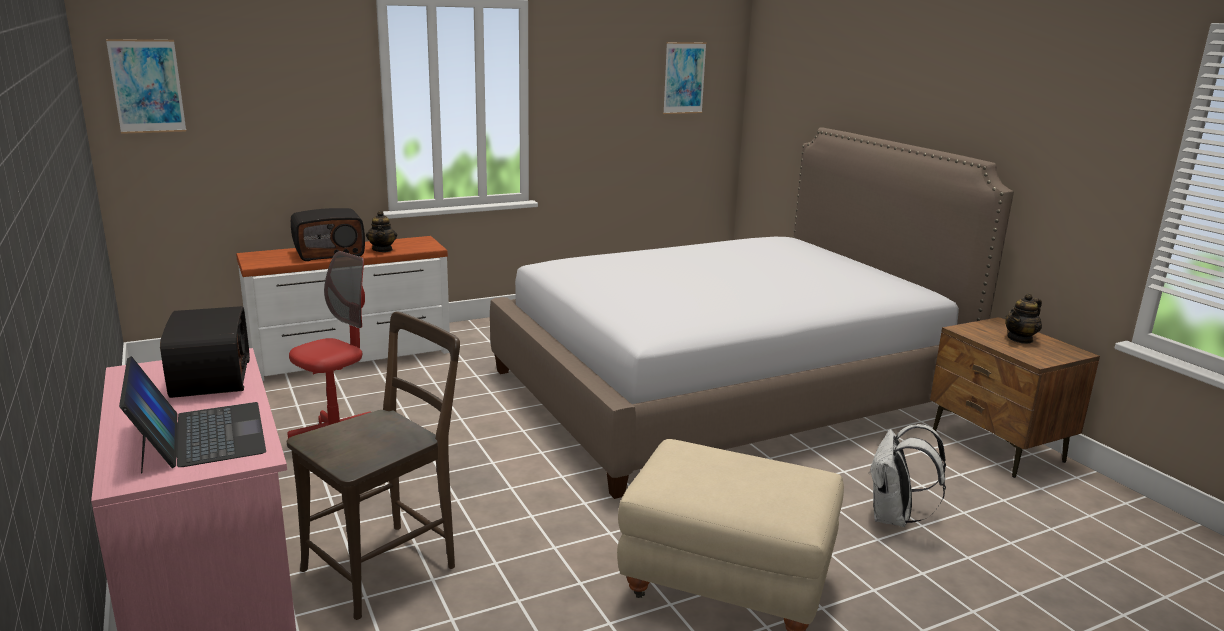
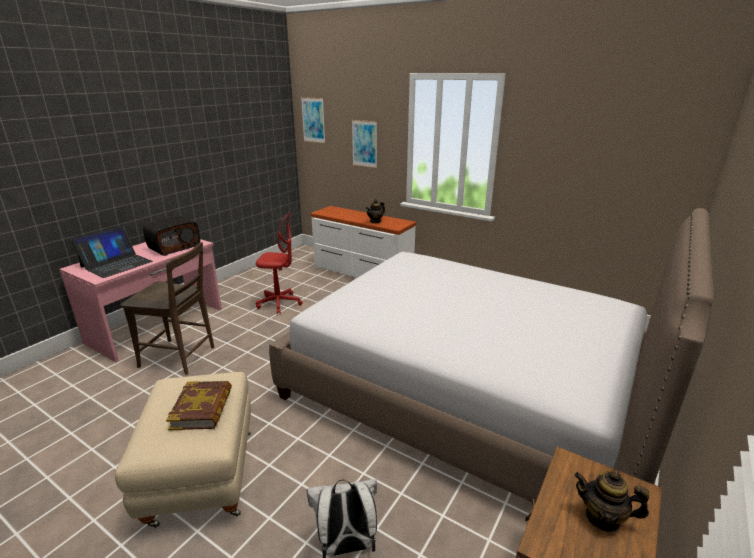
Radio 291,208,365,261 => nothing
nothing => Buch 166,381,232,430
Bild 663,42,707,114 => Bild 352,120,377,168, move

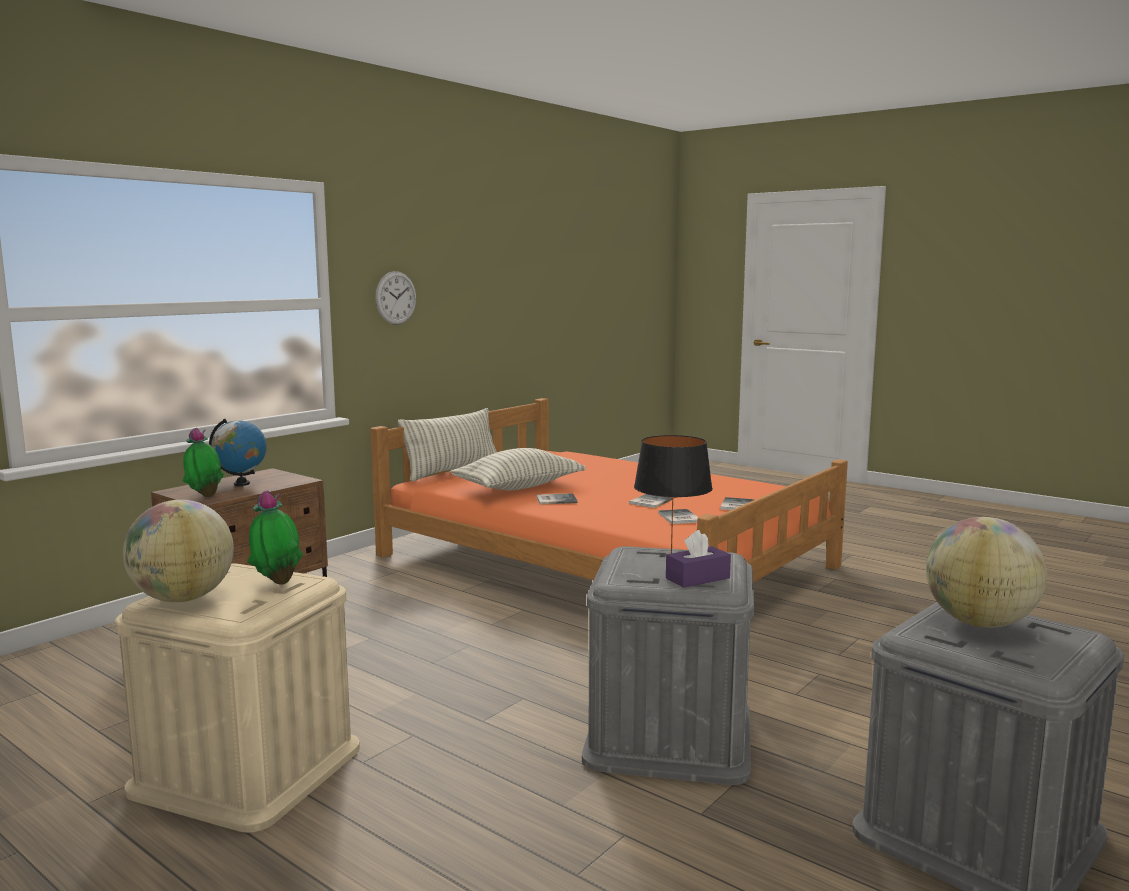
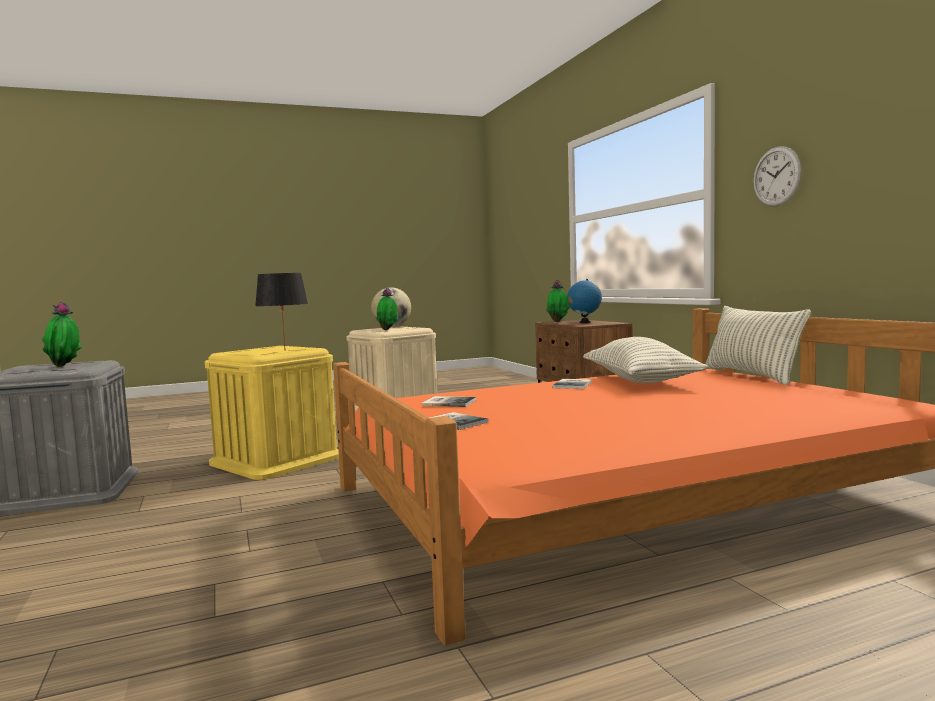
Buch 629,494,672,508 => nothing
Taschentuchbox (lila) 666,530,731,588 => nothing
Globus 926,517,1047,628 => Topfpflanze 42,302,82,367
Aufbewahrungsbox (grau) 582,546,754,785 => Aufbewahrungsbox (gelb) 205,346,339,480

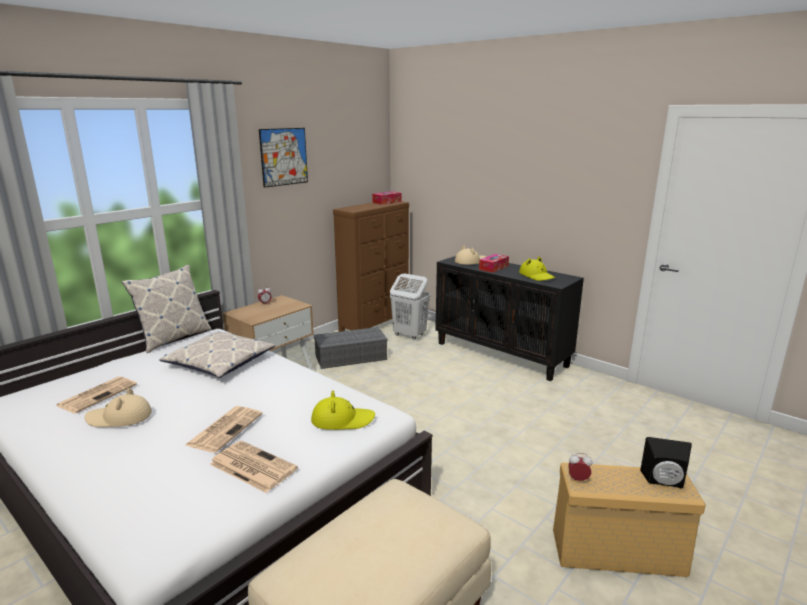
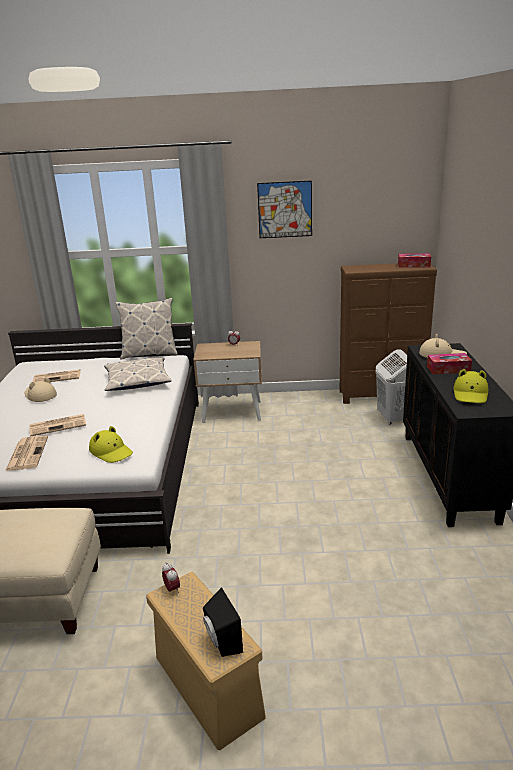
Aufbewahrungsbox (grau) 314,327,388,369 => nothing

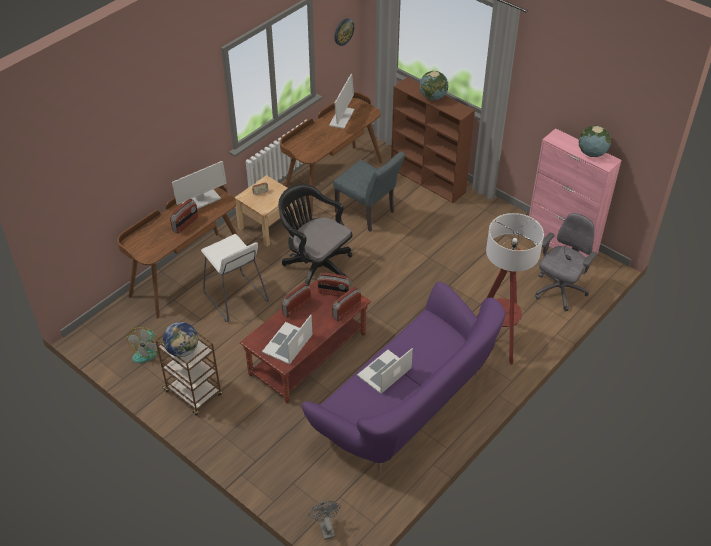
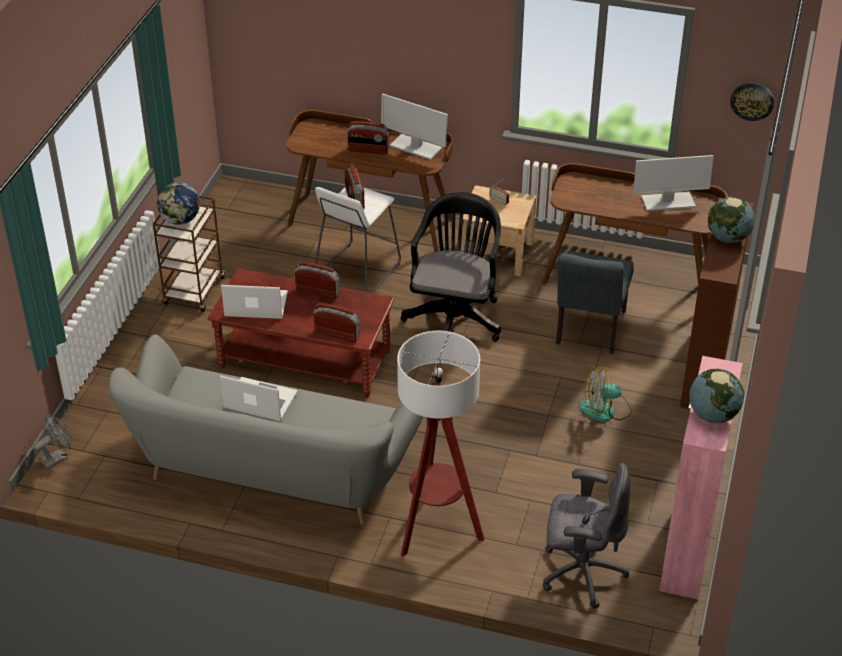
Ventilator 127,327,162,363 => Ventilator 580,366,632,422, move
Radio 317,273,351,297 => Radio 345,163,365,210, move
Sofa (lila) 302,281,505,474 => Sofa (grau) 108,334,423,525

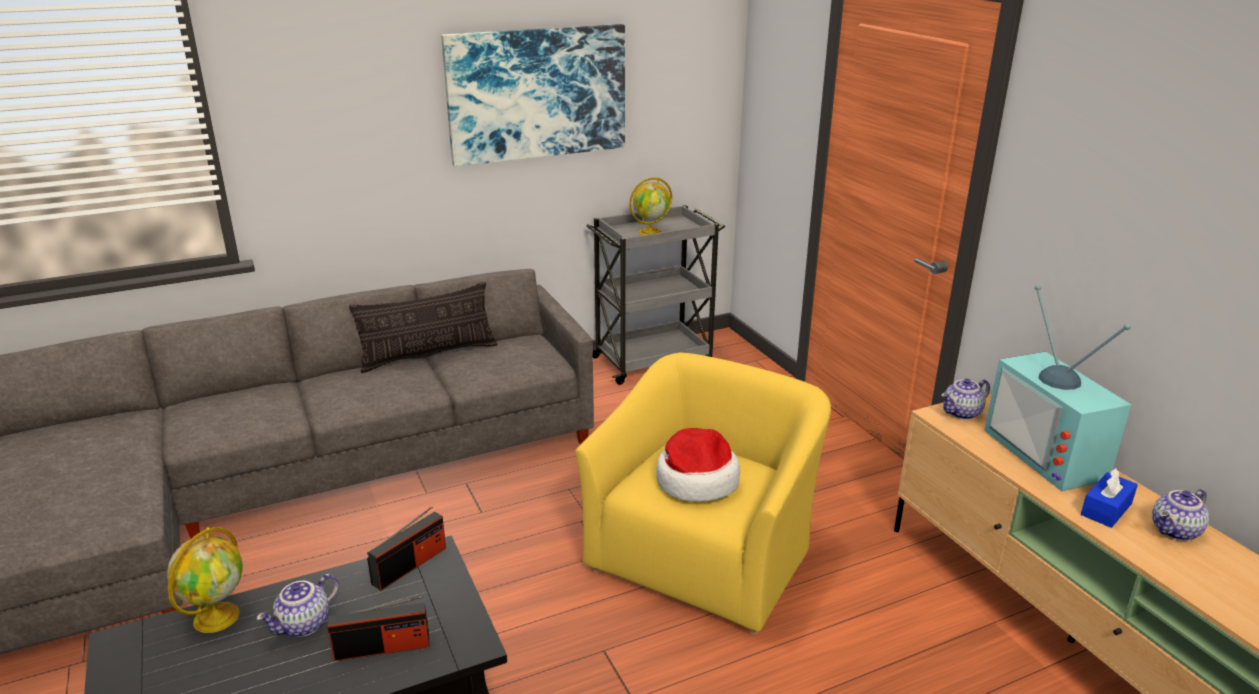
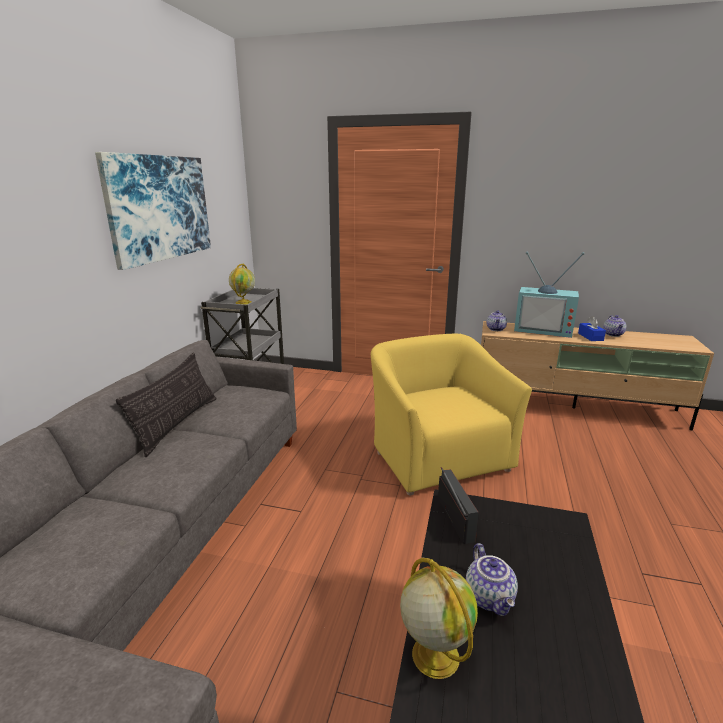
Radio 327,596,429,661 => nothing
Hut 656,428,740,502 => nothing

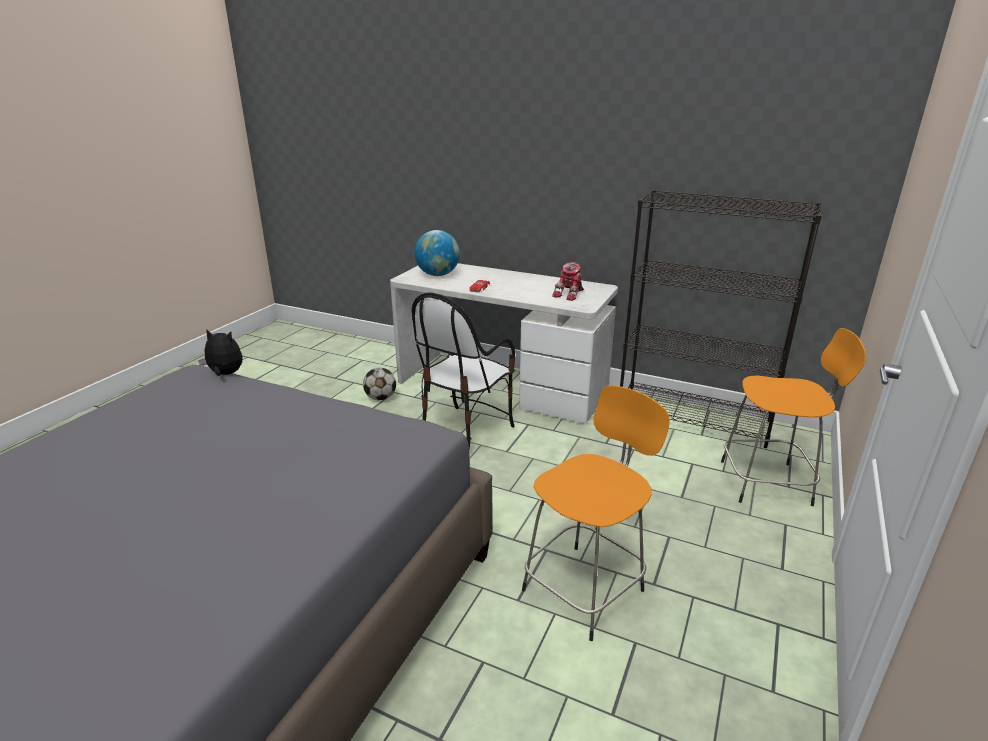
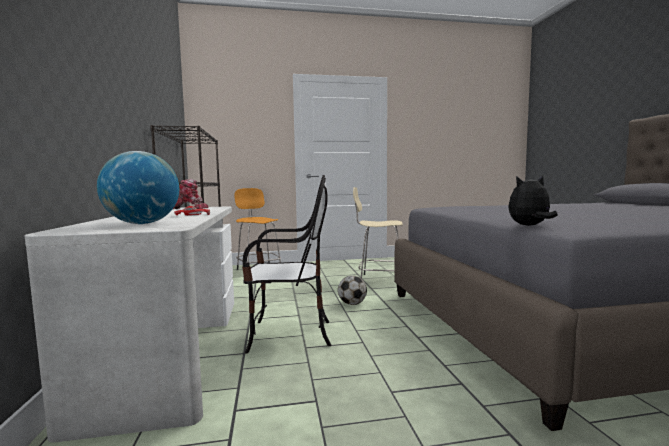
Fußball 363,368,396,400 => Fußball 338,276,367,305, move
Hocker (orange) 522,386,670,641 => Hocker (beige) 353,187,403,279
Plüschtier 198,329,242,376 => Plüschtier 508,176,558,226, 105 degrees clockwise

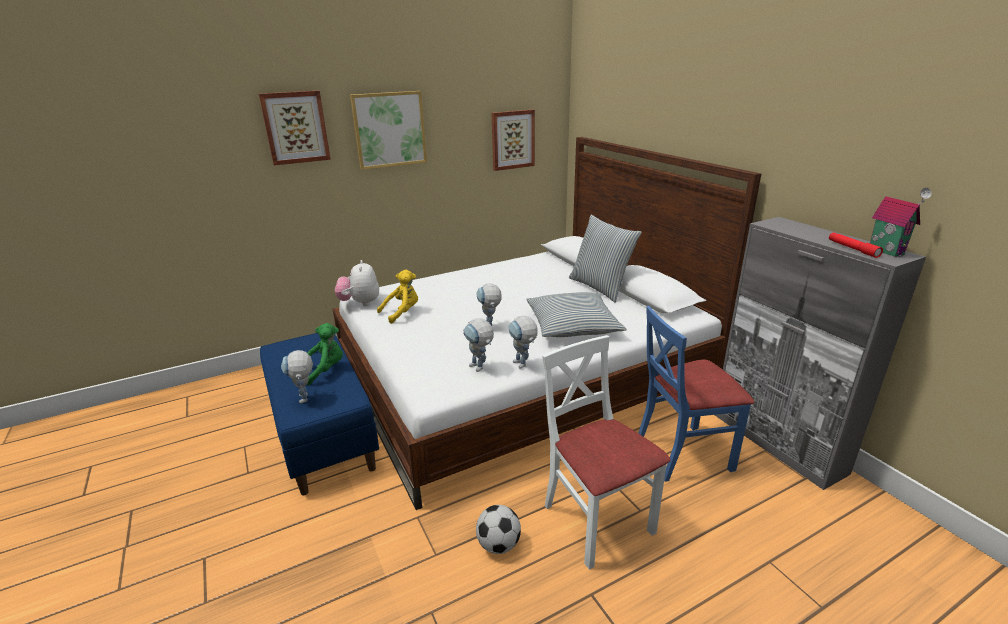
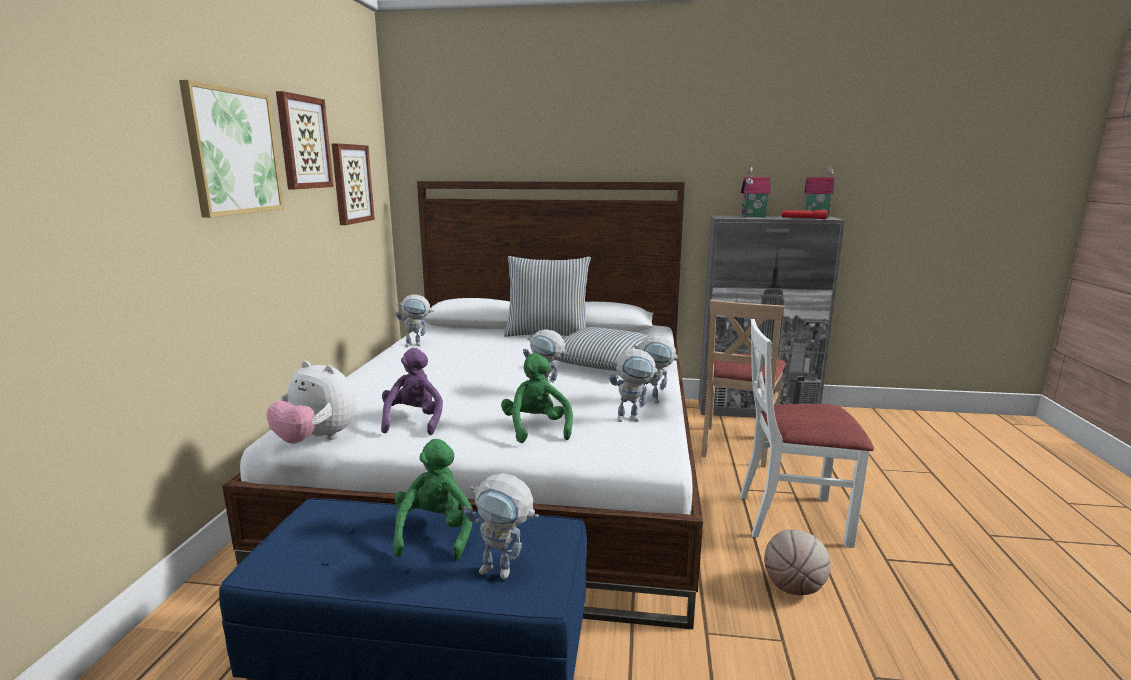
nothing => Spielzeugroboter 396,294,434,347
nothing => Plüschtier (grün) 501,353,573,443
nothing => Spielzeughaus 741,167,771,217
Bild 259,91,331,165 => Bild 276,91,334,190, move
Fußball 476,505,521,554 => Basketball 764,529,831,595
Plüschtier (gelb) 377,270,418,324 => Plüschtier (lila) 381,348,443,435
Stuhl (blau) 639,306,754,482 => Stuhl (beige) 701,300,786,468

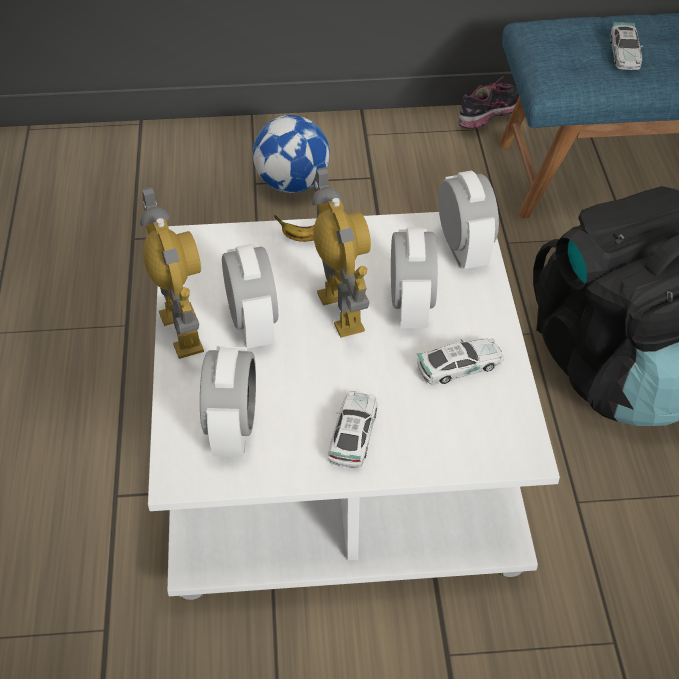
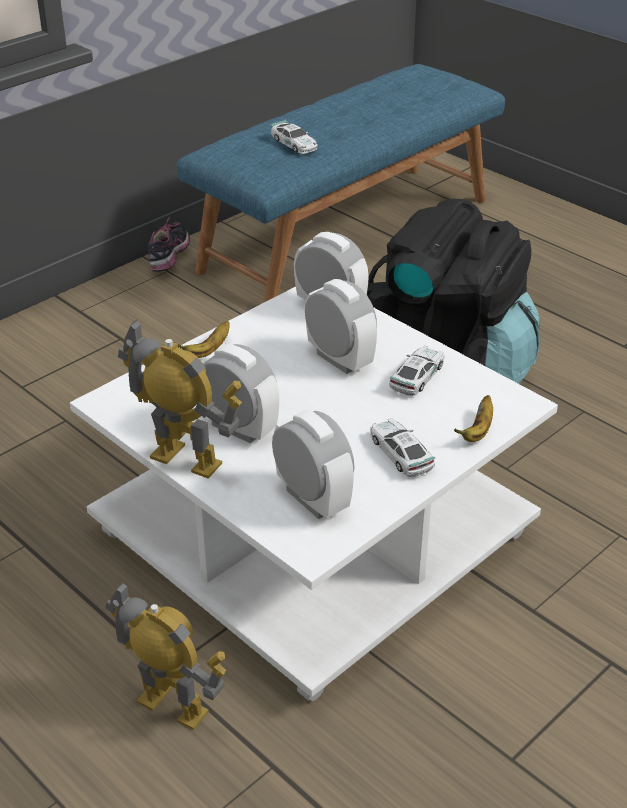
Fußball 253,115,330,193 => nothing
nothing => Banane 454,395,493,442
Spielzeugroboter 312,167,371,338 => Spielzeugroboter 106,581,226,730, move

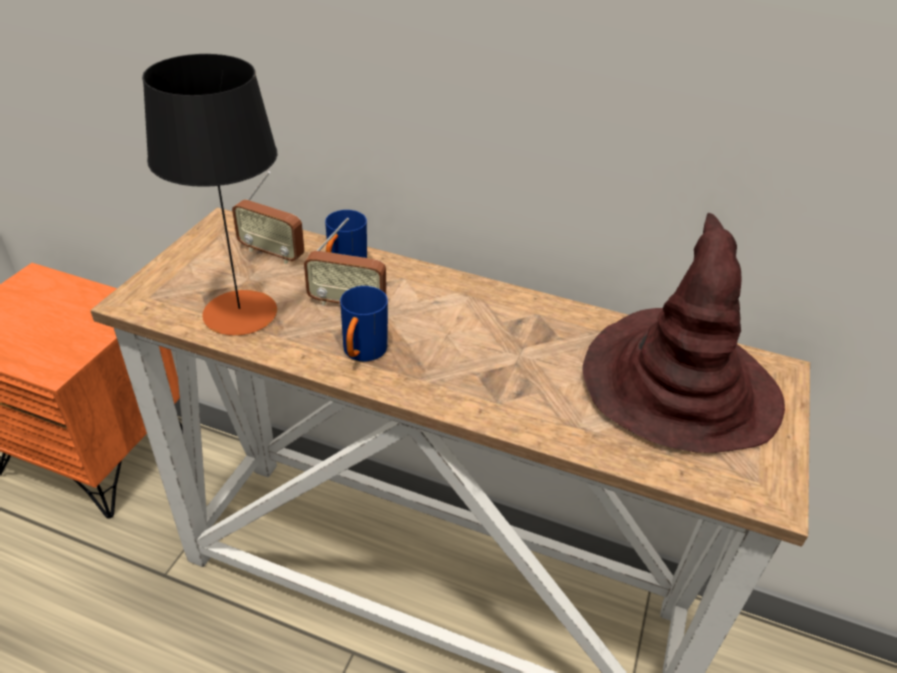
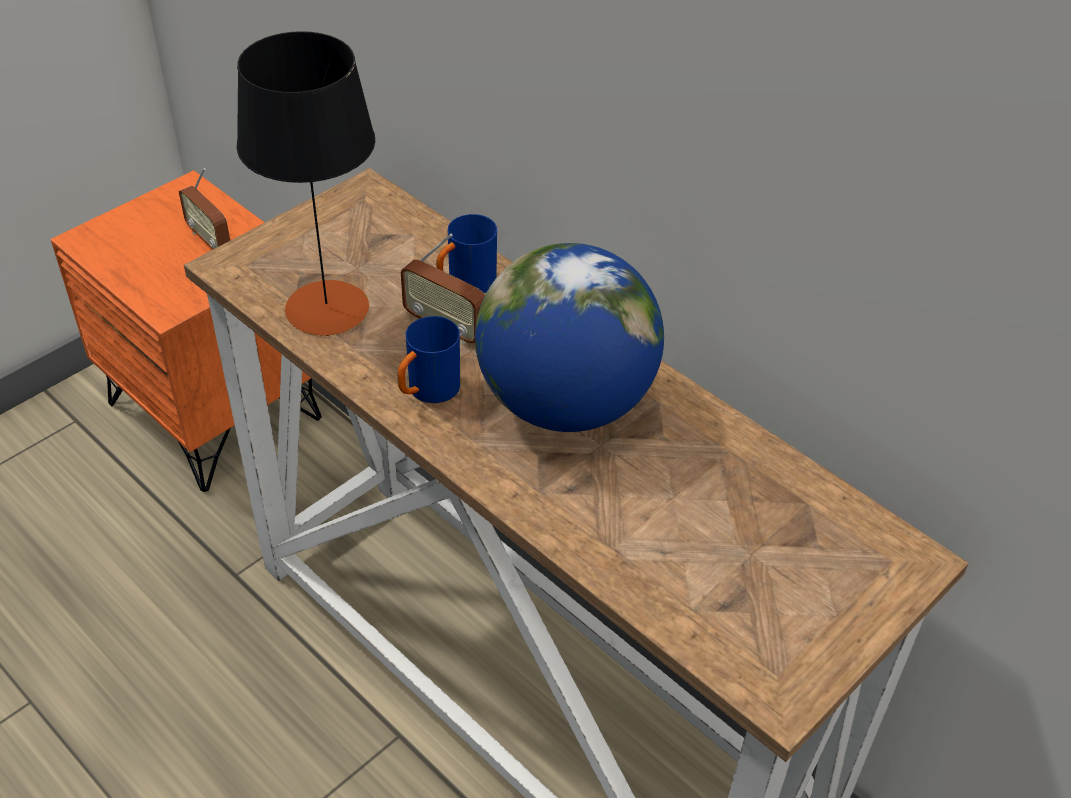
Hut (braun) 583,213,785,453 => nothing
nothing => Globus 475,243,664,432
Radio 232,171,304,264 => Radio 179,168,230,249, move

